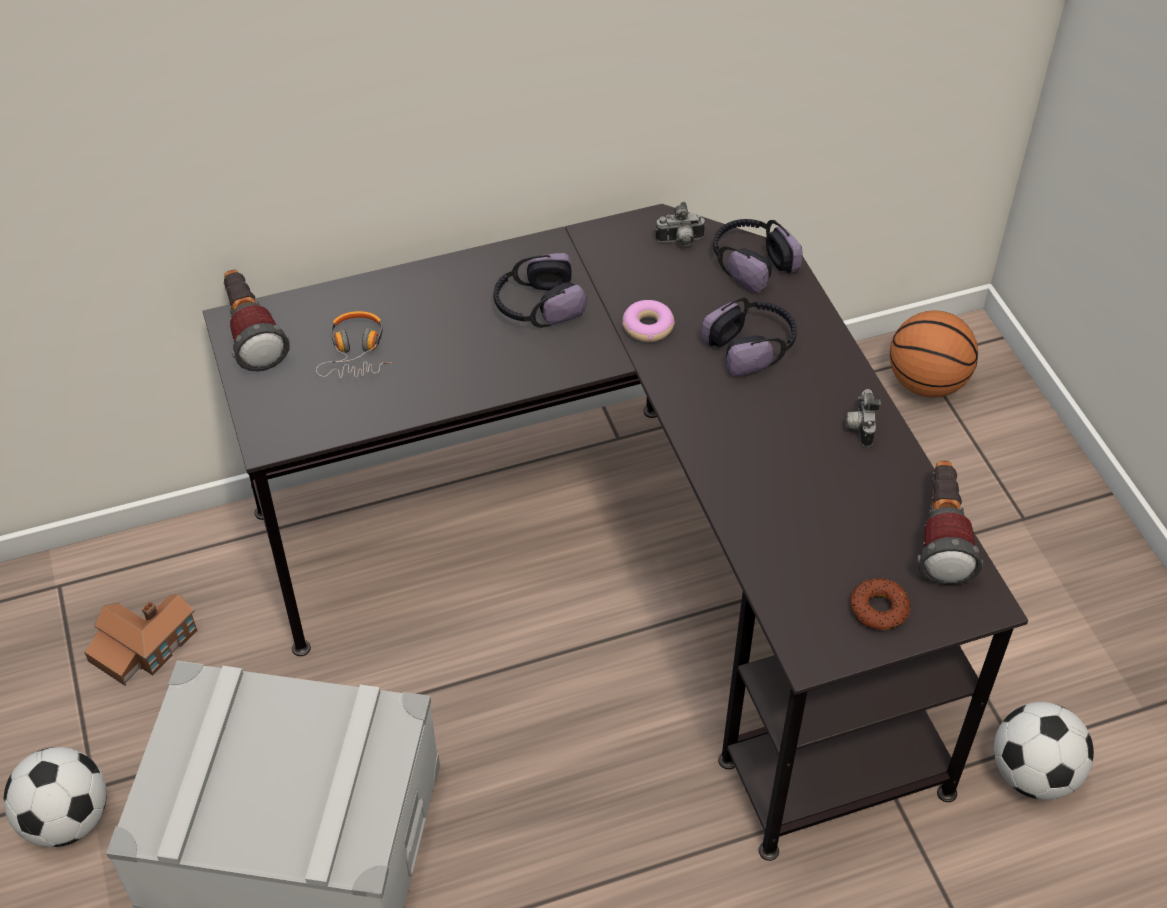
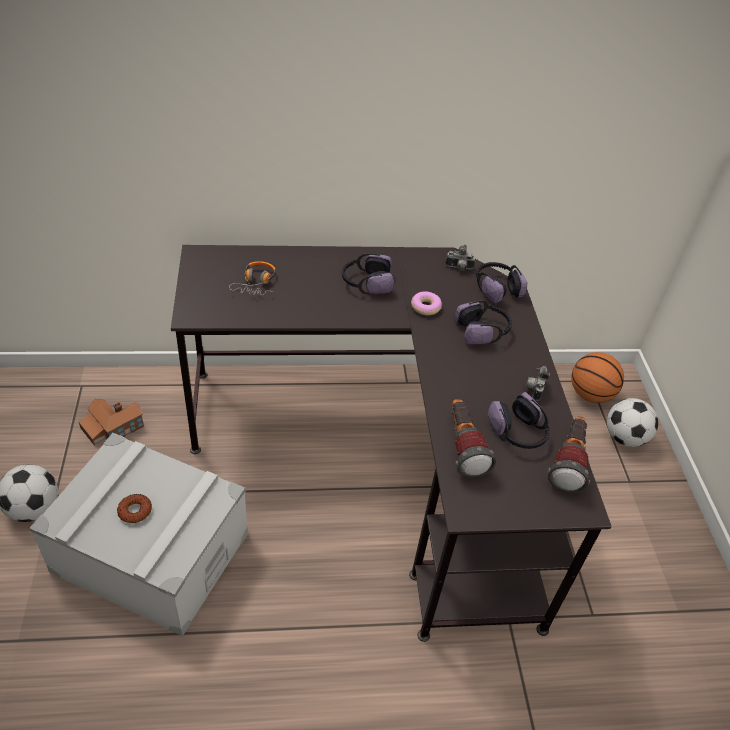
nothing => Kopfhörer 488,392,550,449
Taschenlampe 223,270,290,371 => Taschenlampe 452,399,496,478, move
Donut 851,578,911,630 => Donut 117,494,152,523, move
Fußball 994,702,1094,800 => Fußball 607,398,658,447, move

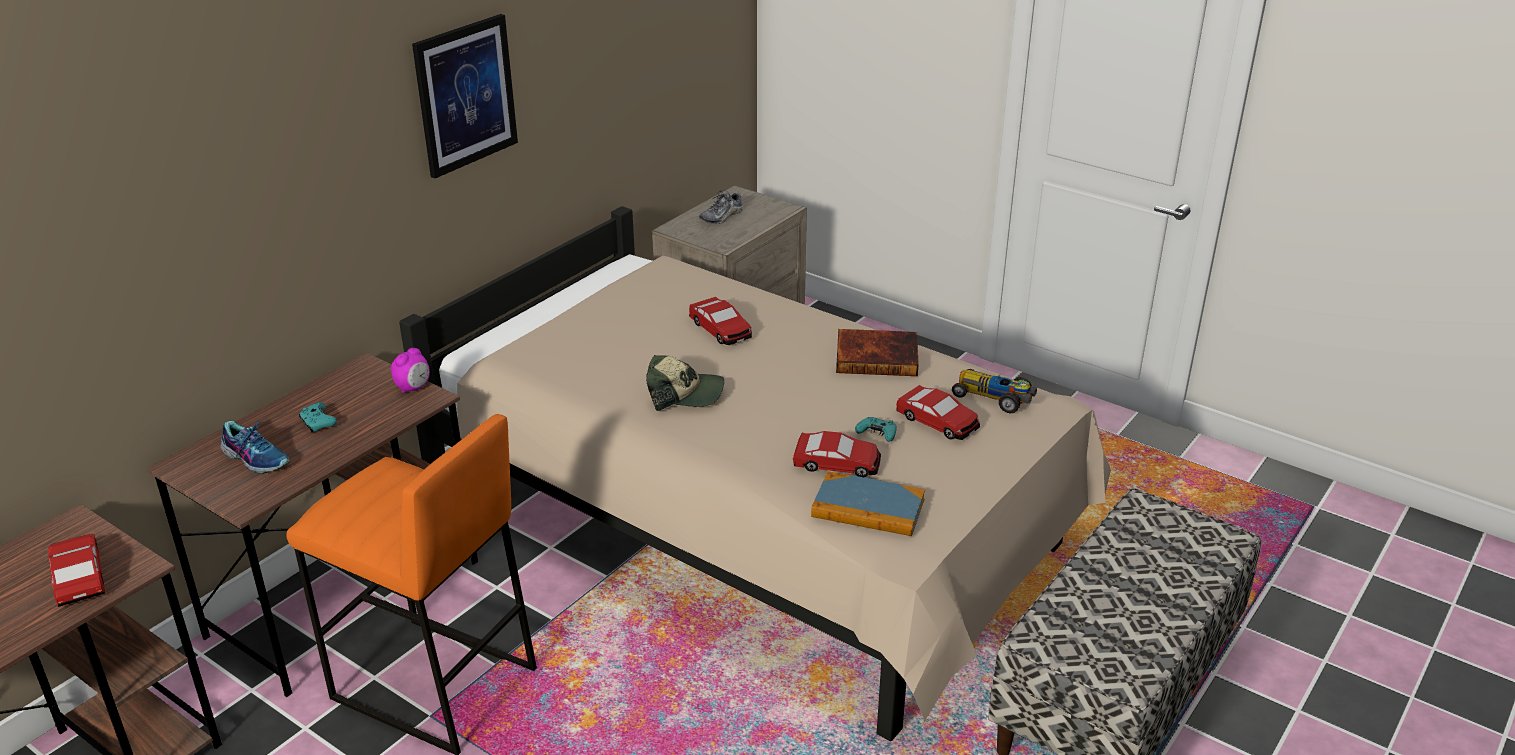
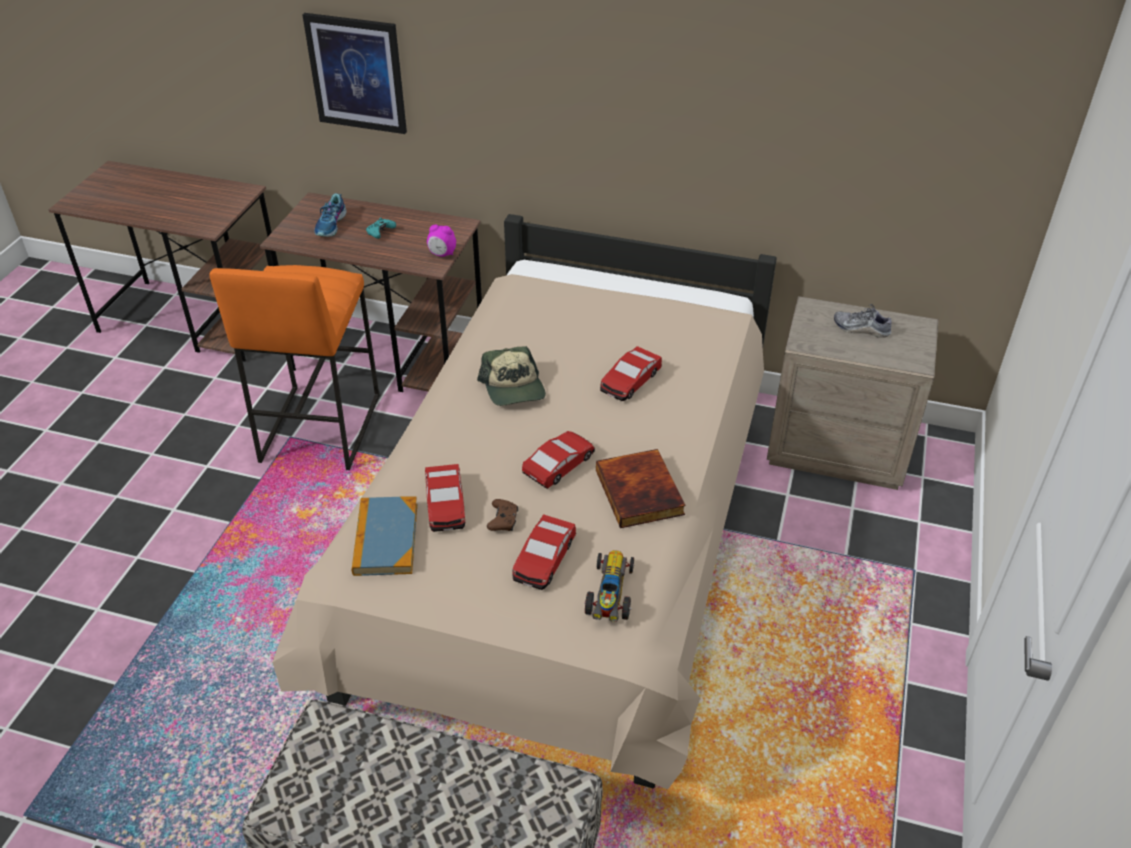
Spielzeugauto 48,534,105,607 => Spielzeugauto 522,431,595,489, move
Bild 412,14,518,179 => Bild 303,13,407,134, move
Gamepad (türkis) 855,417,897,442 => Gamepad (braun) 487,499,518,531

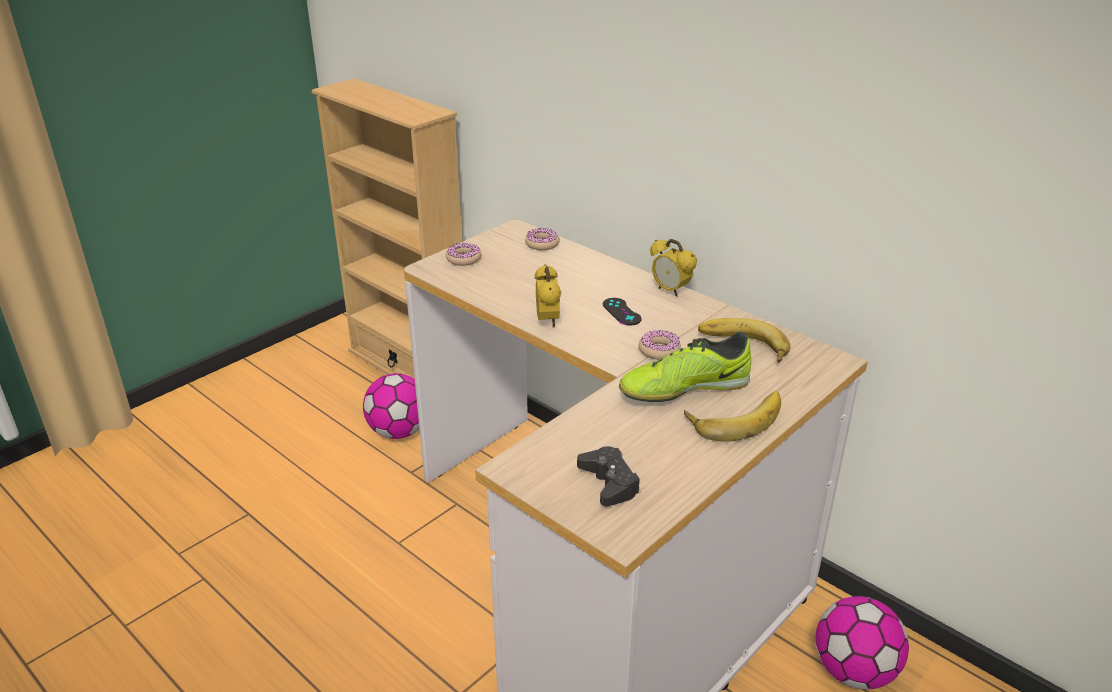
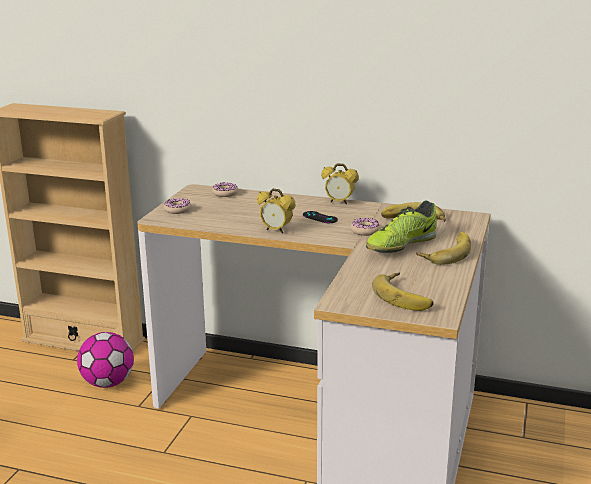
Fußball 815,596,909,690 => nothing
Gamepad (schwarz) 577,446,640,506 => Banane 372,272,434,311
Wecker 534,264,561,327 => Wecker 257,188,295,233, 150 degrees clockwise

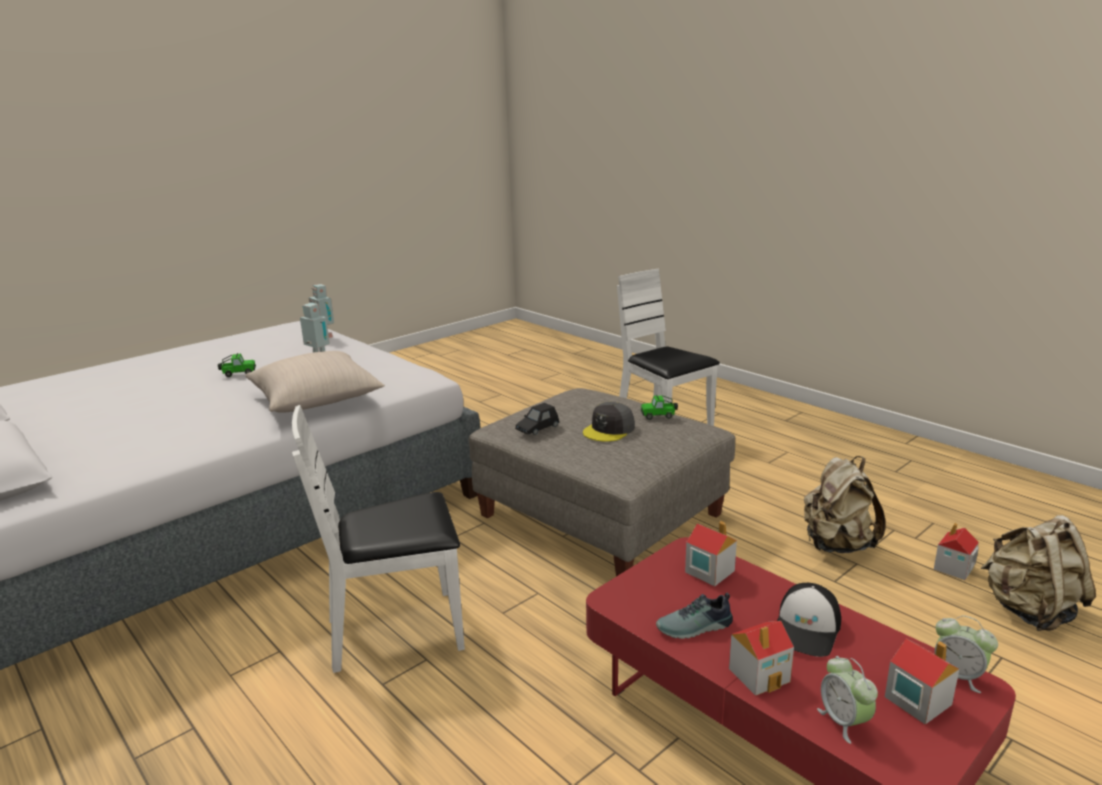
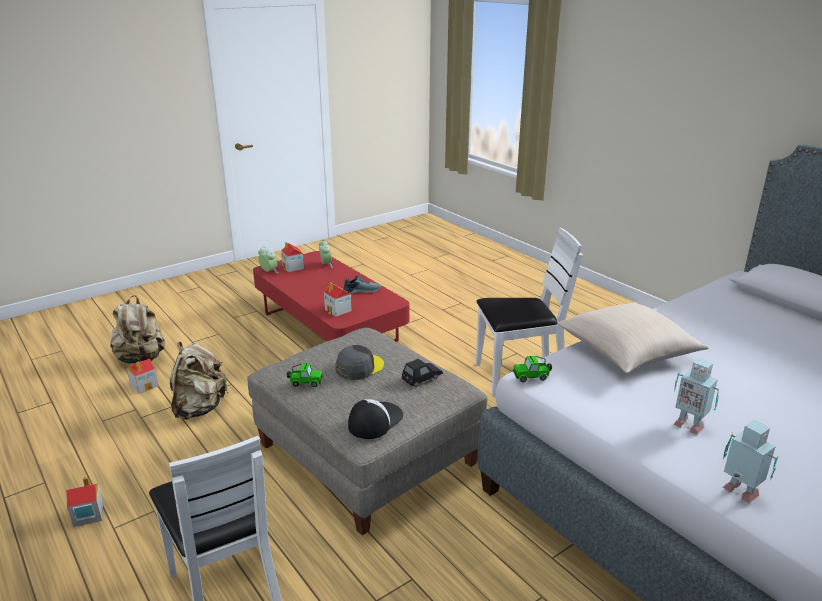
Spielzeugauto 218,353,256,377 => Spielzeugauto 513,356,552,382, move
Spielzeughaus 729,621,794,696 => Spielzeughaus 66,477,103,527, move
Kappe 777,583,841,657 => Kappe 348,399,403,439, move

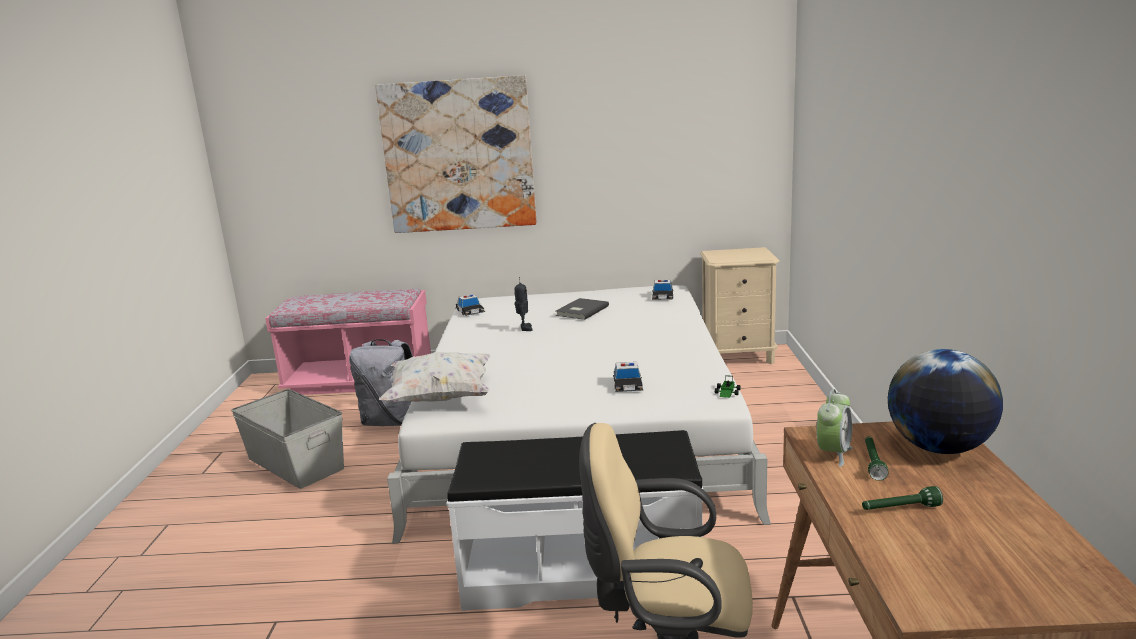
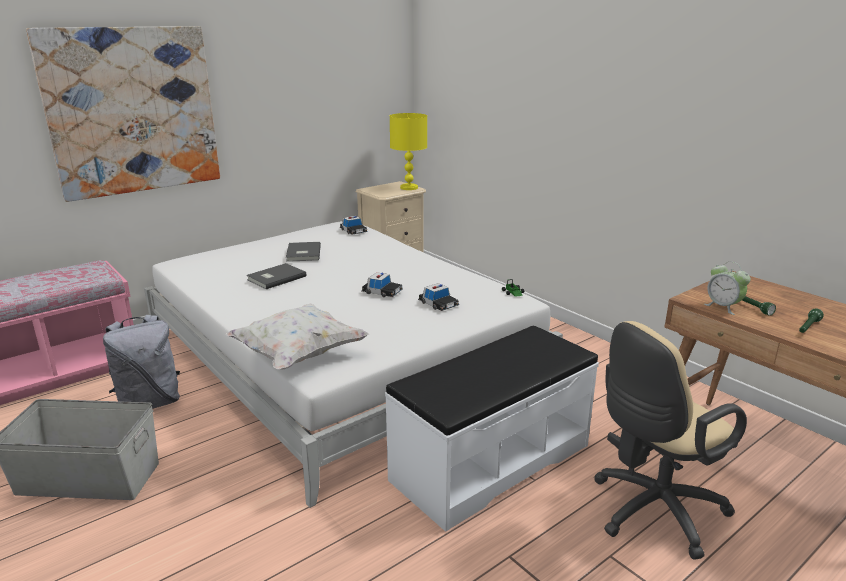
Globus 888,349,1003,454 => nothing
nothing => Tischlampe (gelb) 390,113,427,190
Spielzeugauto 455,294,485,316 => Spielzeugauto 362,272,403,297, move
Spielzeugroboter 515,277,533,331 => Buch (grau) 246,263,307,289
Wecker 816,389,852,467 => Wecker 704,261,751,315, 150 degrees clockwise

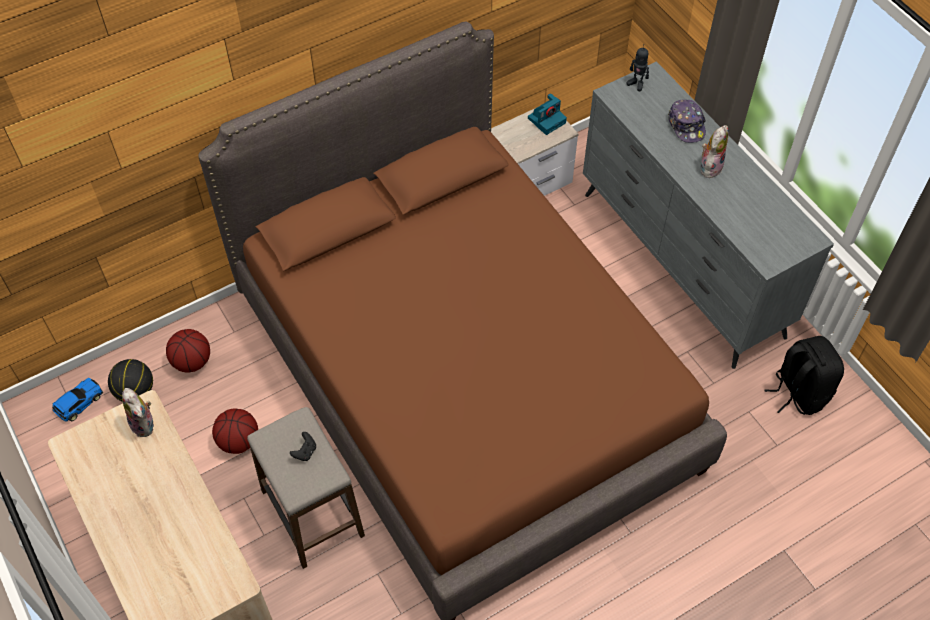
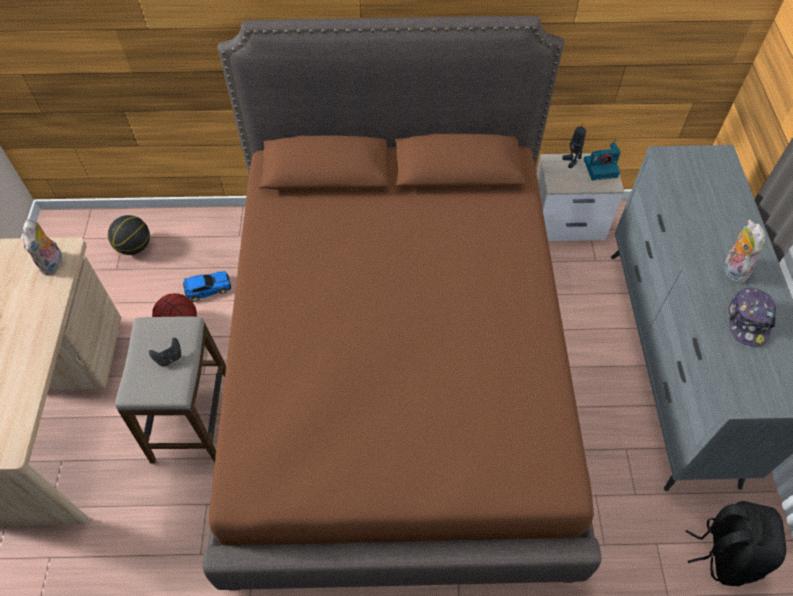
Basketball 166,329,210,373 => nothing
Spielzeugauto 52,378,103,422 => Spielzeugauto 183,271,231,302, move
Spielzeugroboter 626,44,649,91 => Spielzeugroboter 562,123,586,168, move
Kappe 668,100,706,143 => Kappe 729,288,776,346, move
Plüschtier 701,125,729,178 => Plüschtier 724,219,766,283, 60 degrees counterclockwise

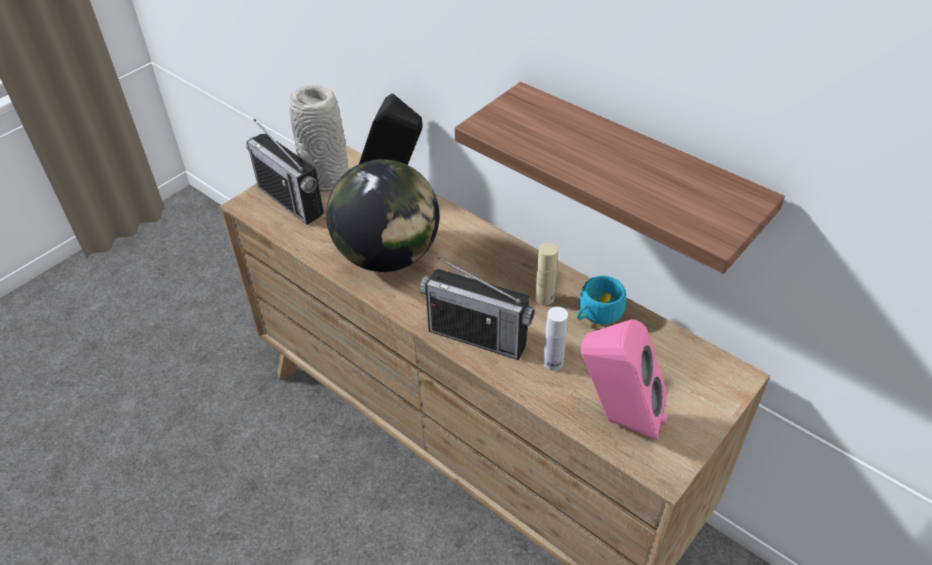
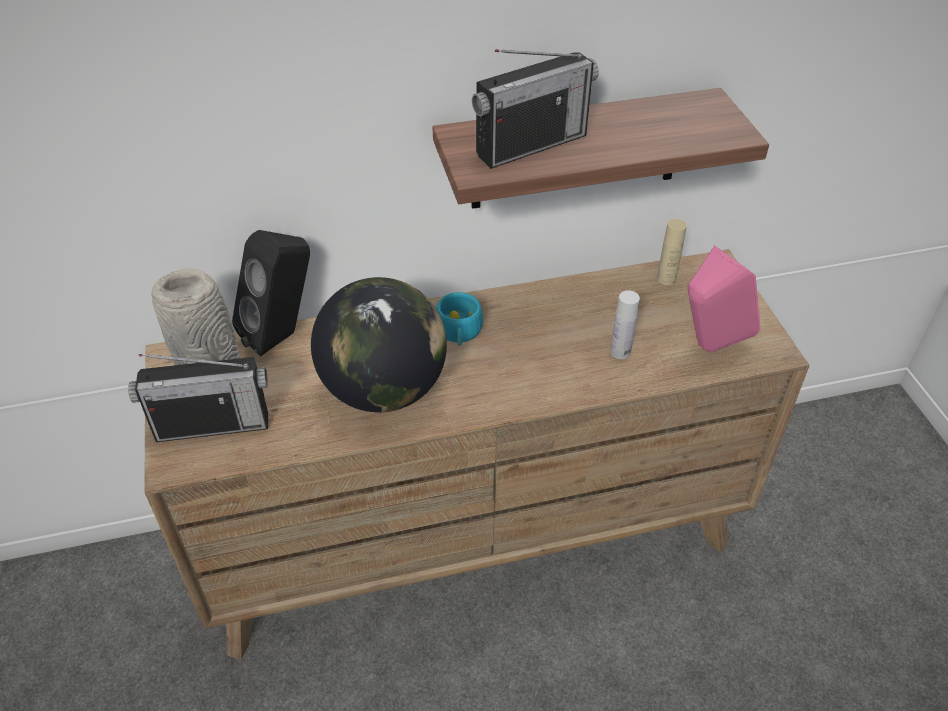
Radio 420,257,535,360 => Radio 472,49,599,169, move
Flasche (beige) 535,243,558,305 => Flasche (beige) 657,219,687,285, move
Tasse (türkis) 577,276,626,324 => Tasse (türkis) 436,292,483,346, move

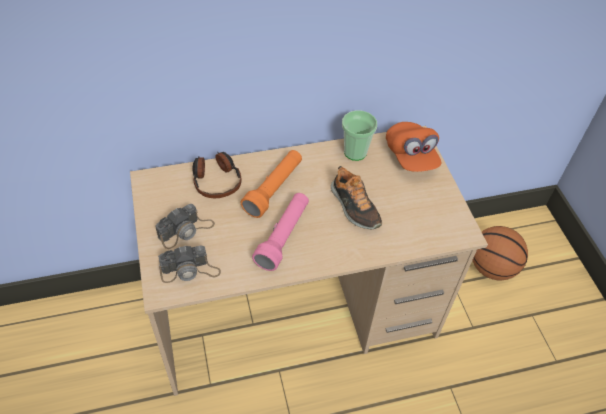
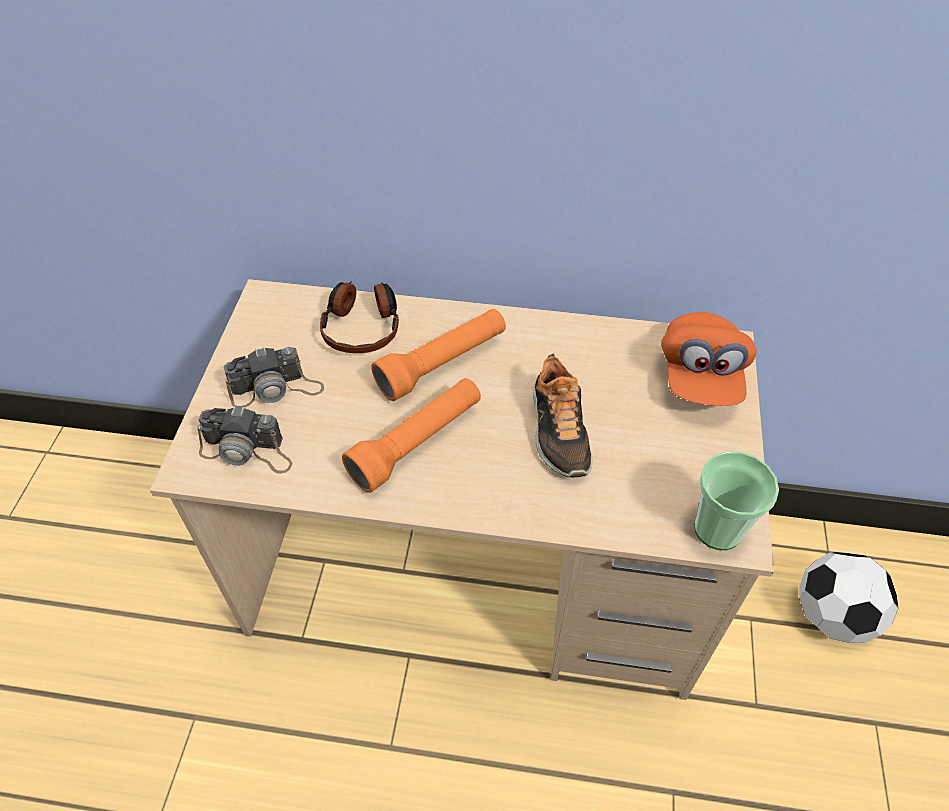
Tasse 342,110,377,161 => Tasse 694,451,779,550, move
Basketball 472,226,528,280 => Fußball 799,552,899,643
Taschenlampe (rosa) 252,193,309,271 => Taschenlampe (orange) 342,378,481,493

